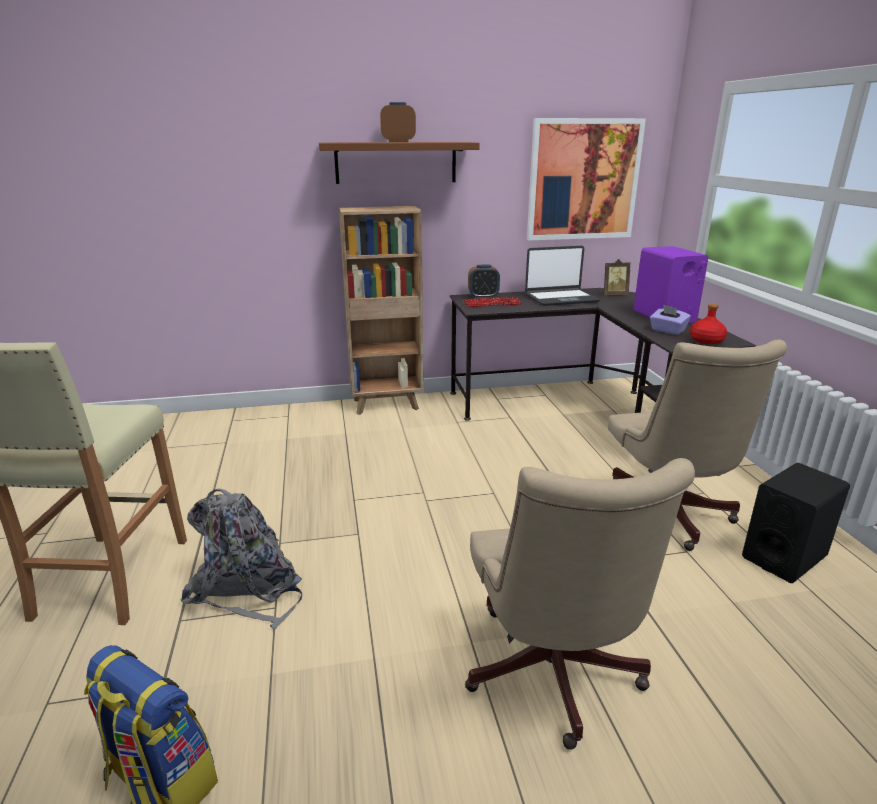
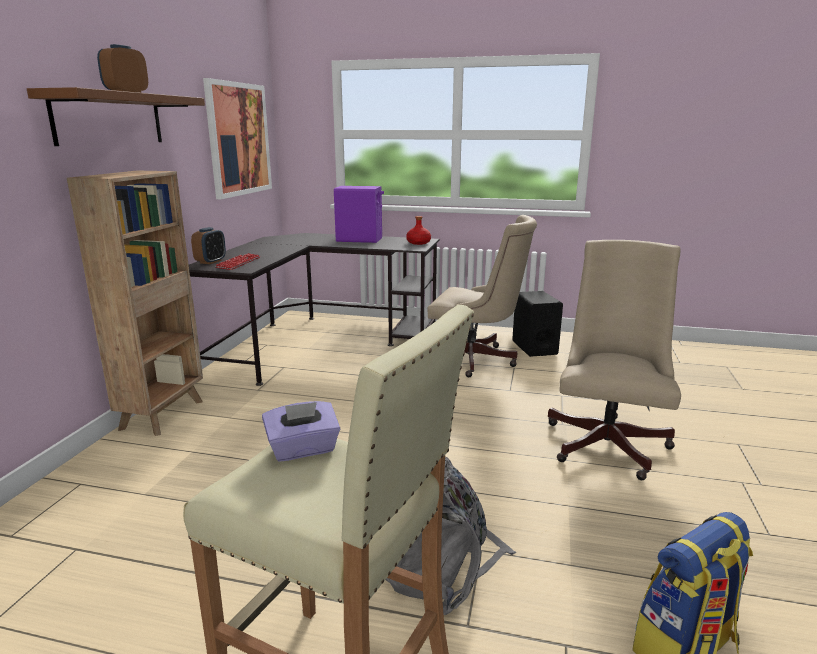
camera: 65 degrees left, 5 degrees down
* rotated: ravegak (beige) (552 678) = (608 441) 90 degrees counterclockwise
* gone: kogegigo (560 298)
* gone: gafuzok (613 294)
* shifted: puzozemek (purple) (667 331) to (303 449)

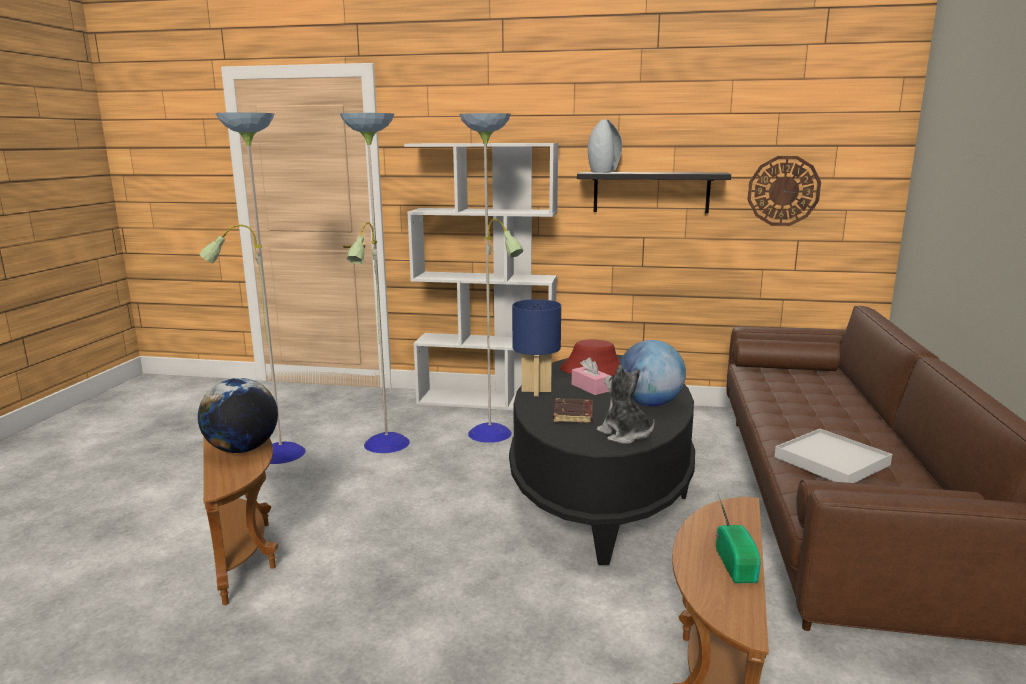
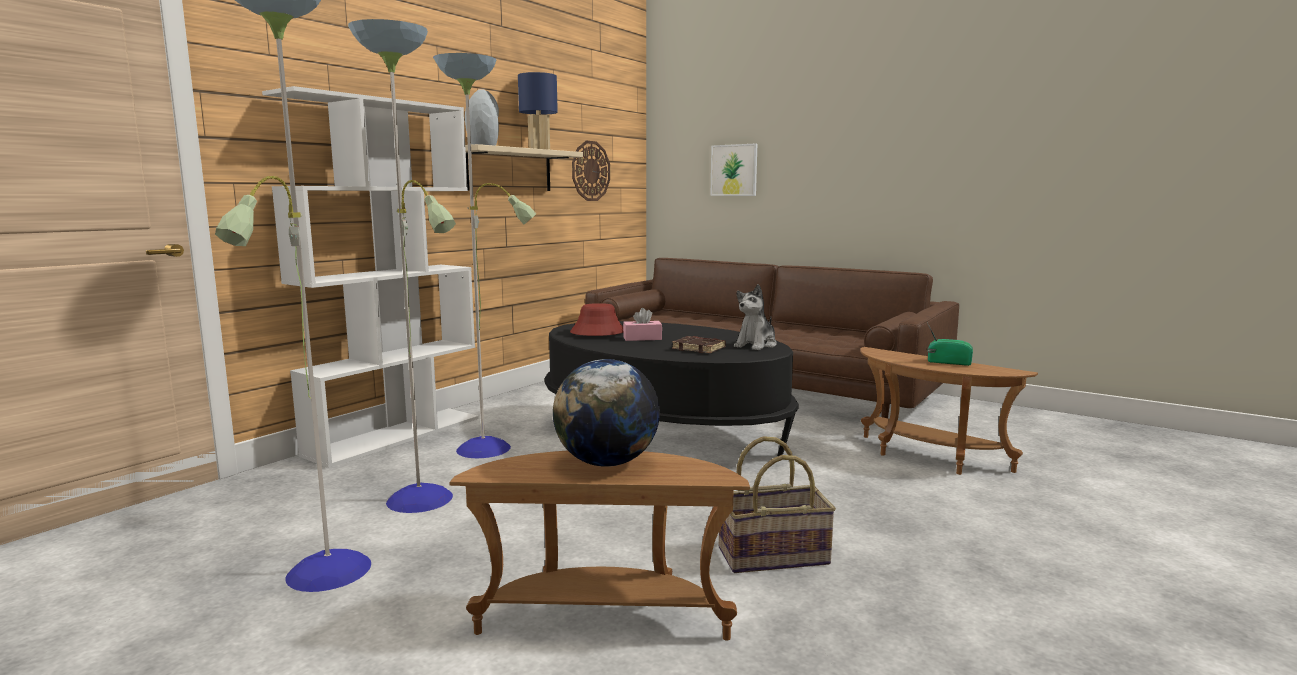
camera: 65 degrees left, 5 degrees down
* shifted: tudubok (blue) (536 391) to (539 149)
* repainted: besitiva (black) (651 192) to besitiva (beige) (509 170)
* rotated: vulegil (625 435) = (756 345) 45 degrees counterclockwise
* gone: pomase (650 404)
* gone: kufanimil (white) (832 461)
* new: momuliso (734 170)
* new: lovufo (773 555)

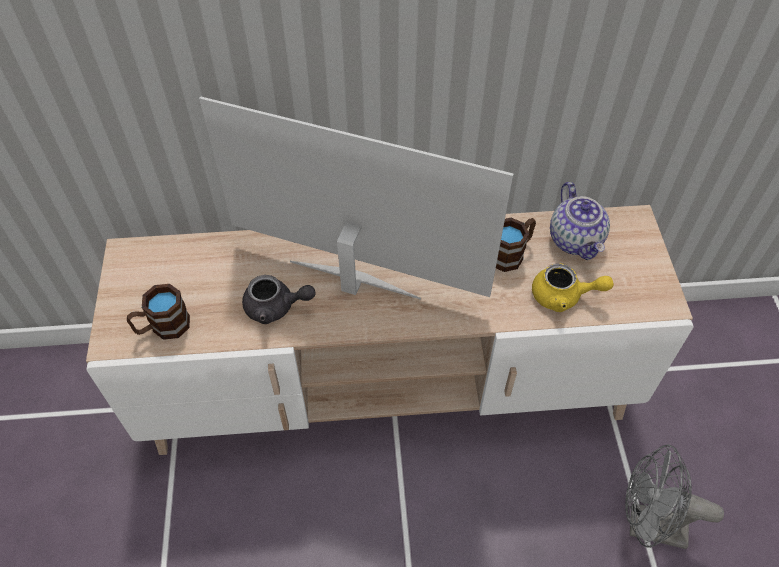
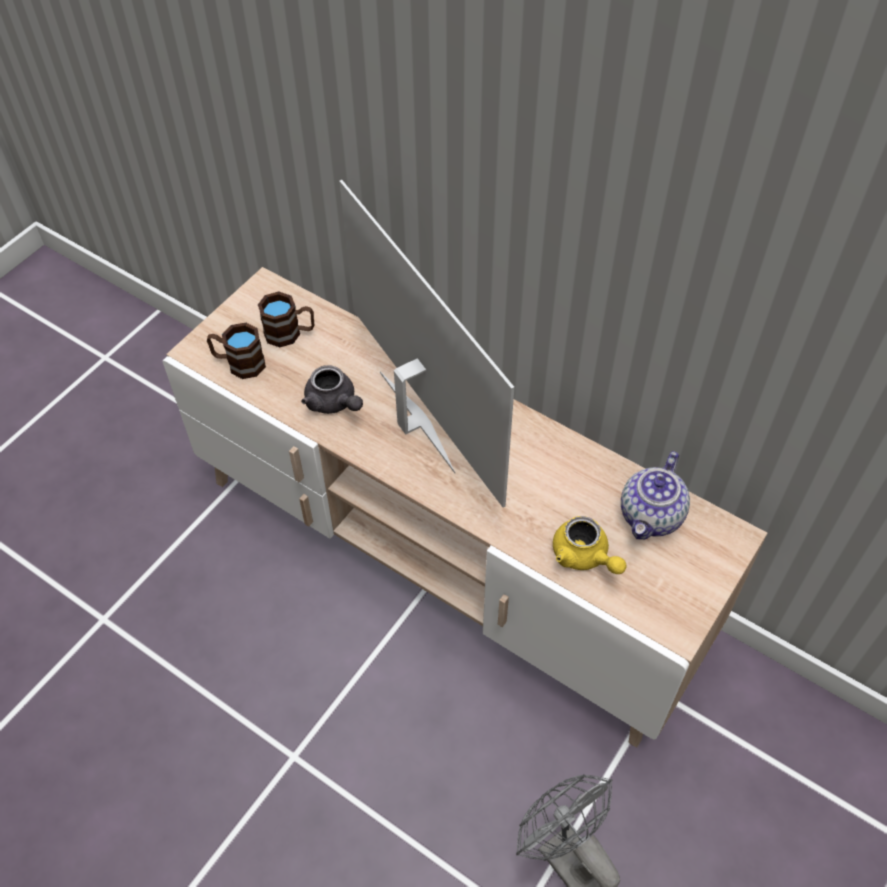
camera: 40 degrees right, 0 degrees up
* shifted: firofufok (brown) (511 253) to (290 333)

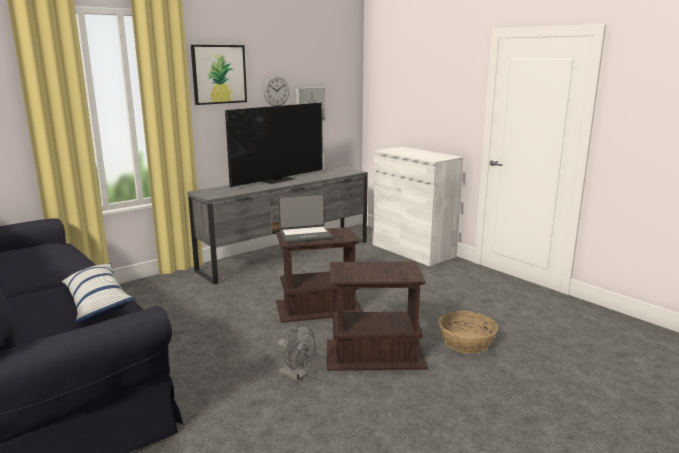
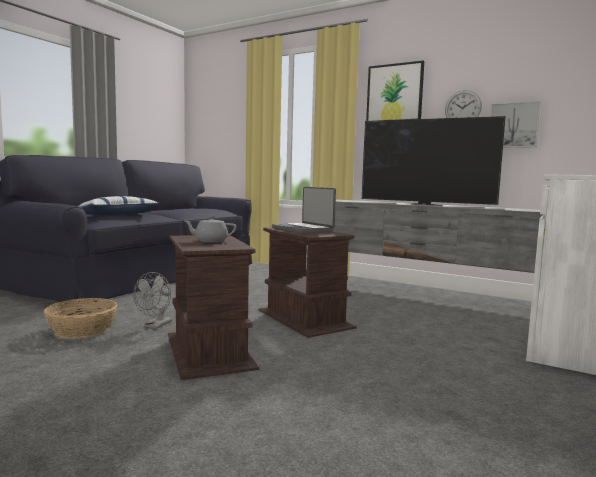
camera: 70 degrees right, 10 degrees down
* shifted: lovufo (466 342) to (83 330)
* new: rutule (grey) (210 241)

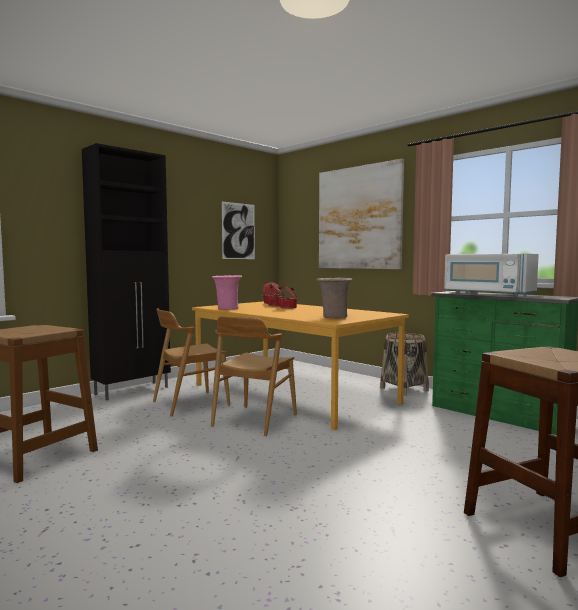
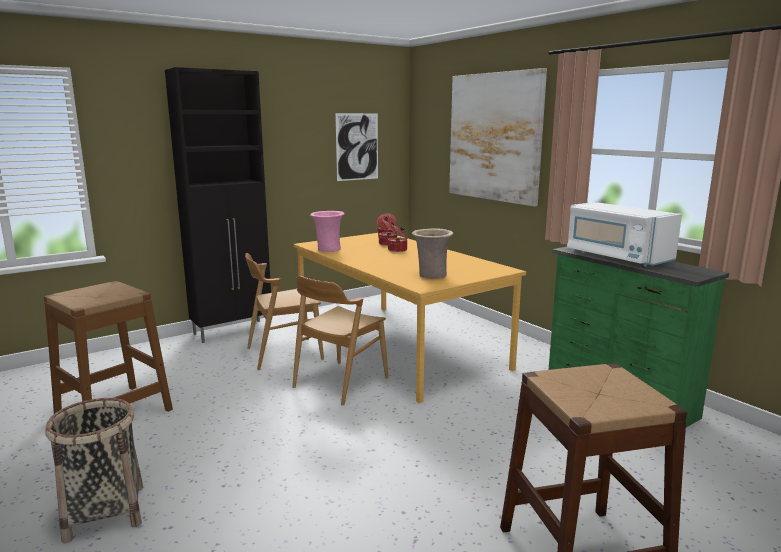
camera: 10 degrees right, 10 degrees up
* shifted: lovufo (404 389) to (105 513)

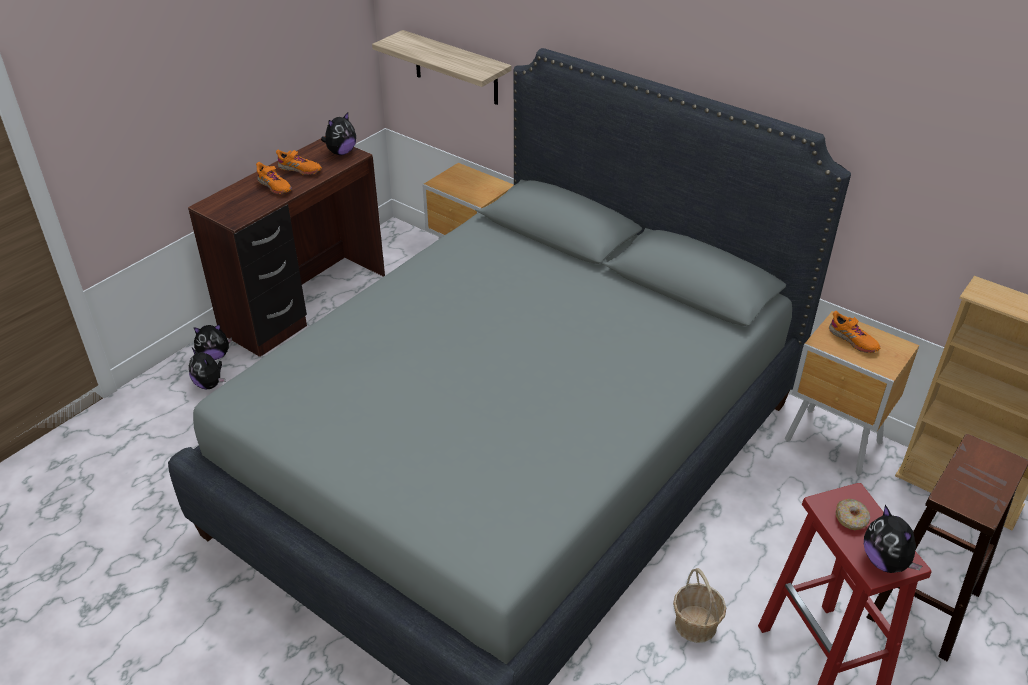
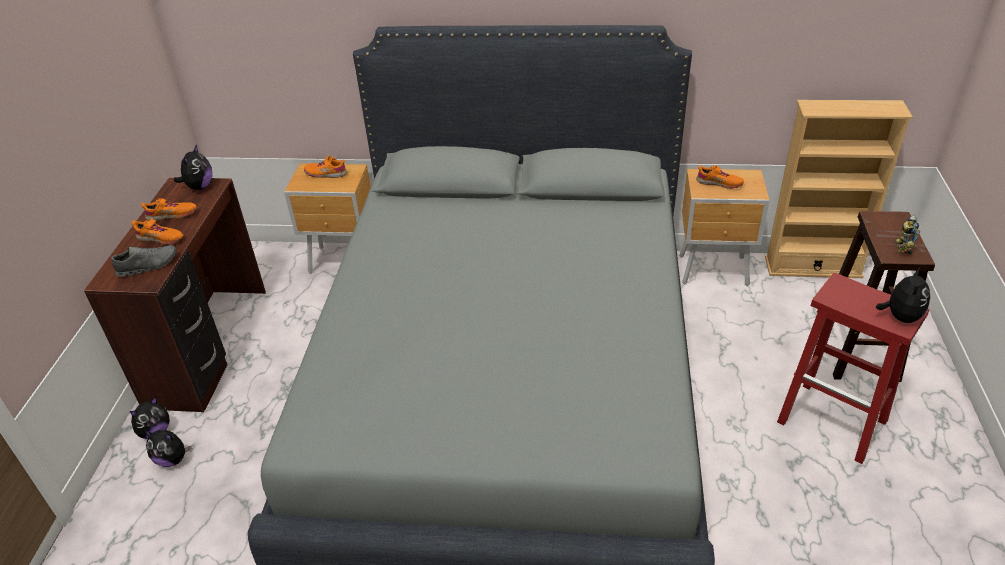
camera: 30 degrees left, 0 degrees up
* gone: besitiva (456 68)
* gone: lovufo (695 625)
* gone: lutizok (851 519)
* rotated: vulegil (885 561) = (900 316) 105 degrees counterclockwise
* new: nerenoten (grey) (147 266)
* new: nerenoten (orange) (326 173)
* new: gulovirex (901 247)

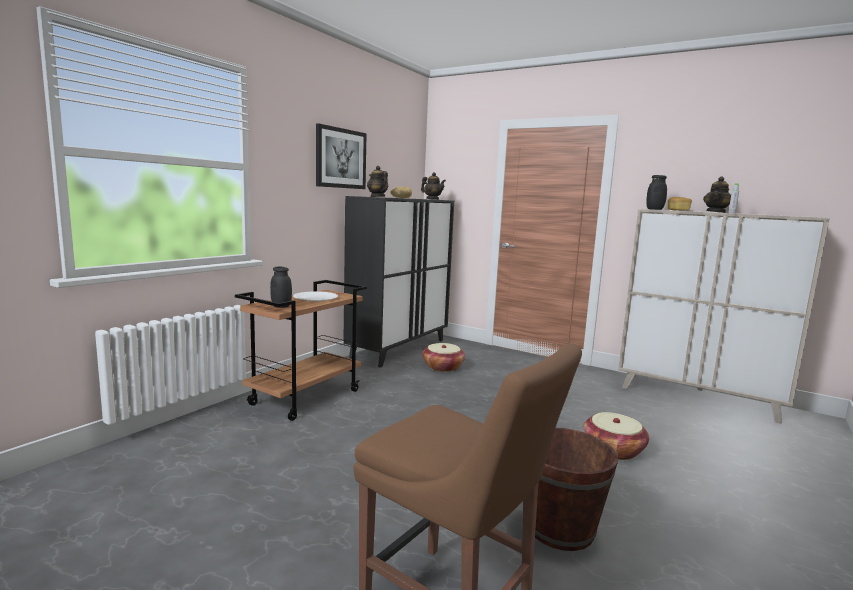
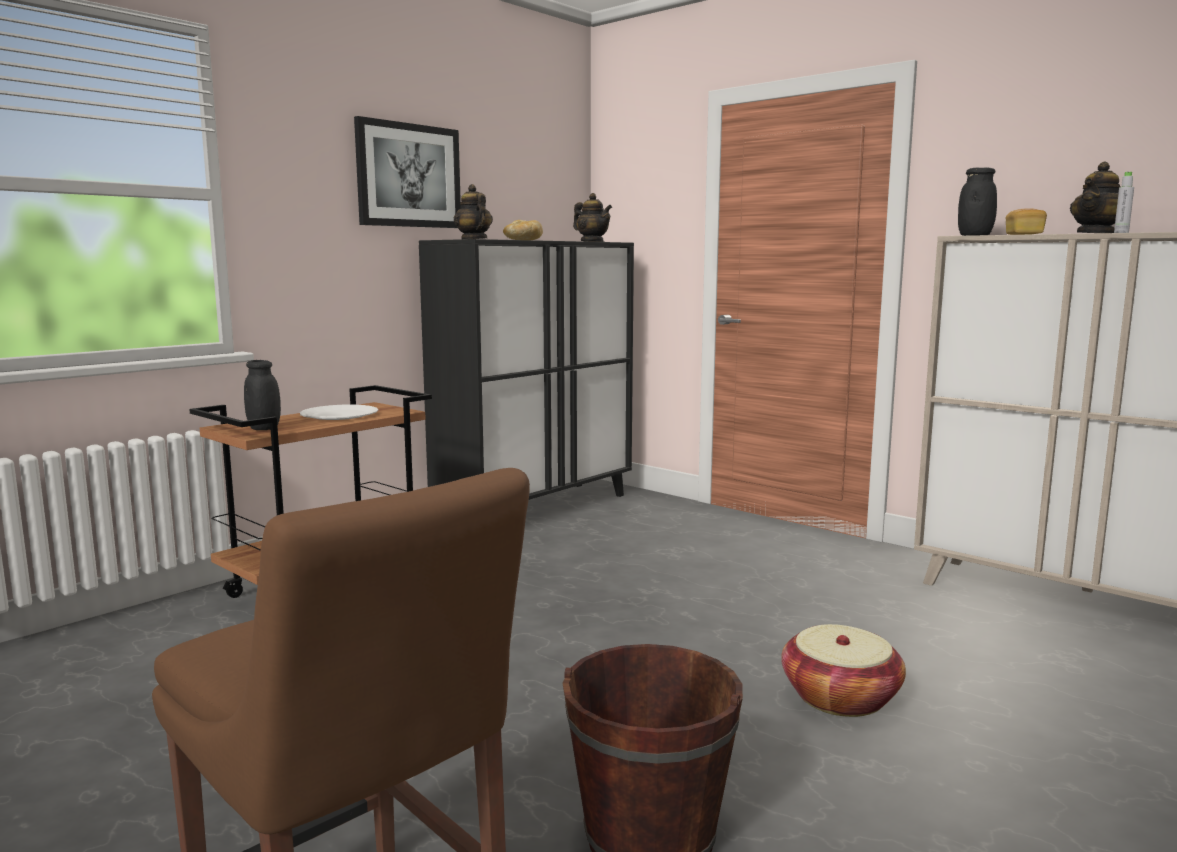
camera: 10 degrees right, 0 degrees up
* gone: lovufo (443 367)

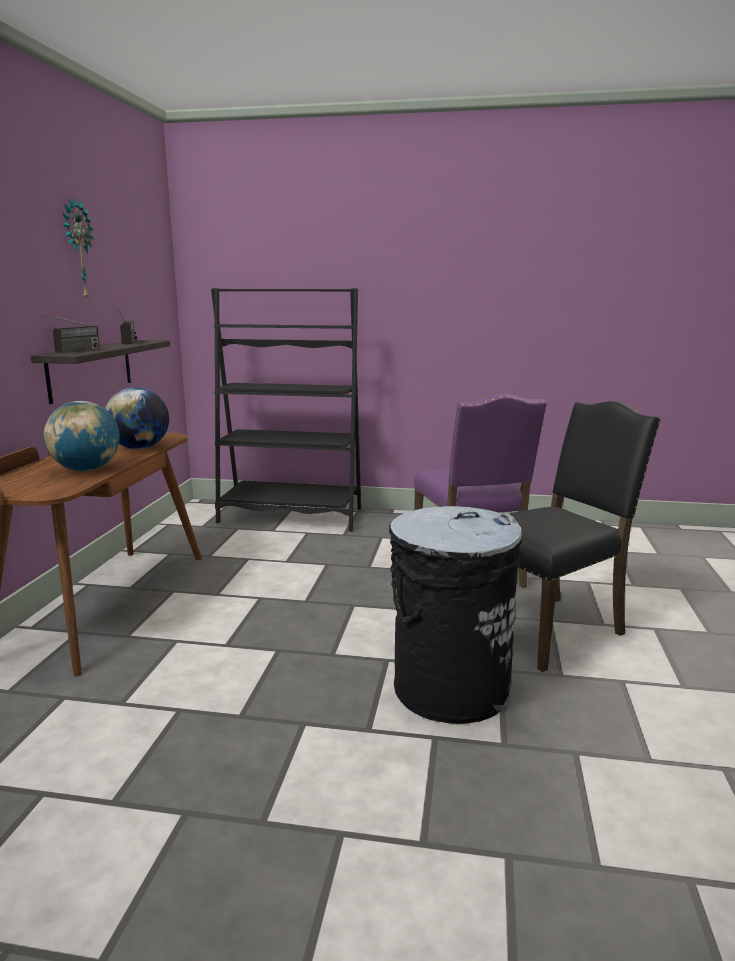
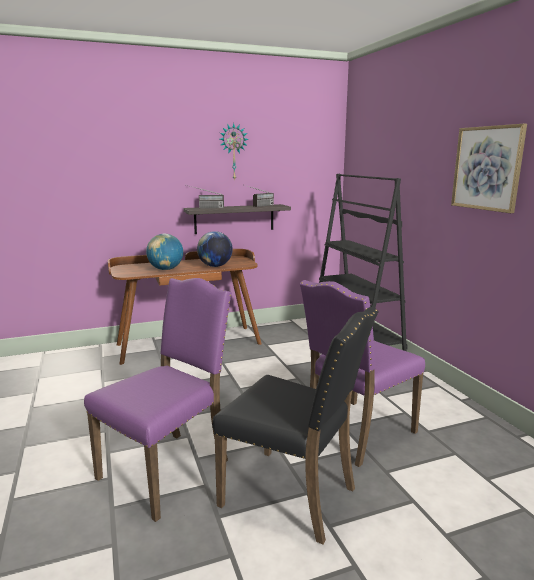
camera: 60 degrees right, 0 degrees up
* swapped: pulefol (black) (449 688) to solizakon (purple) (168 469)
* new: momuliso (487 168)

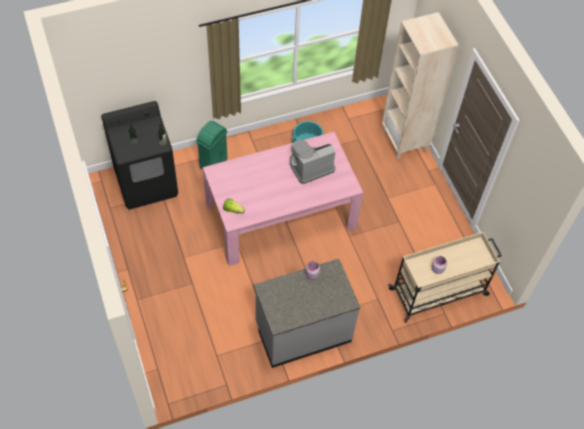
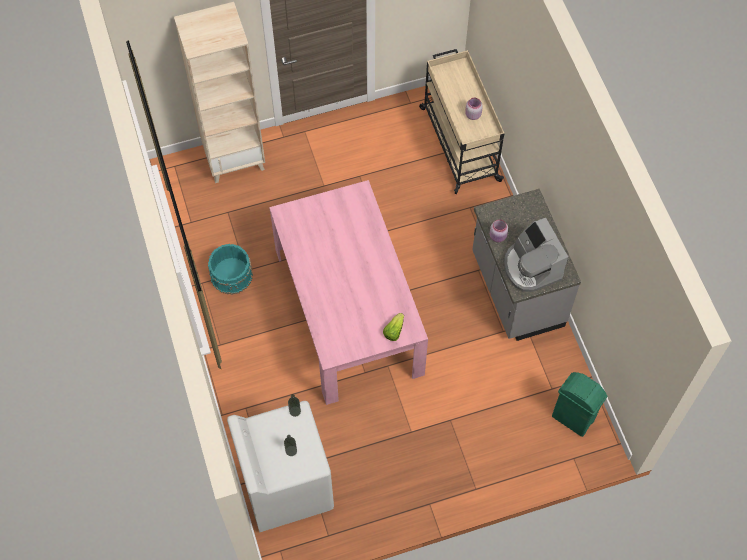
camera: 85 degrees left, 5 degrees up
* repainted: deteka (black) (146 182) to deteka (white) (286 486)
* shifted: pulefol (green) (213 164) to (573 419)
* shifted: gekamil (310 166) to (531 267)

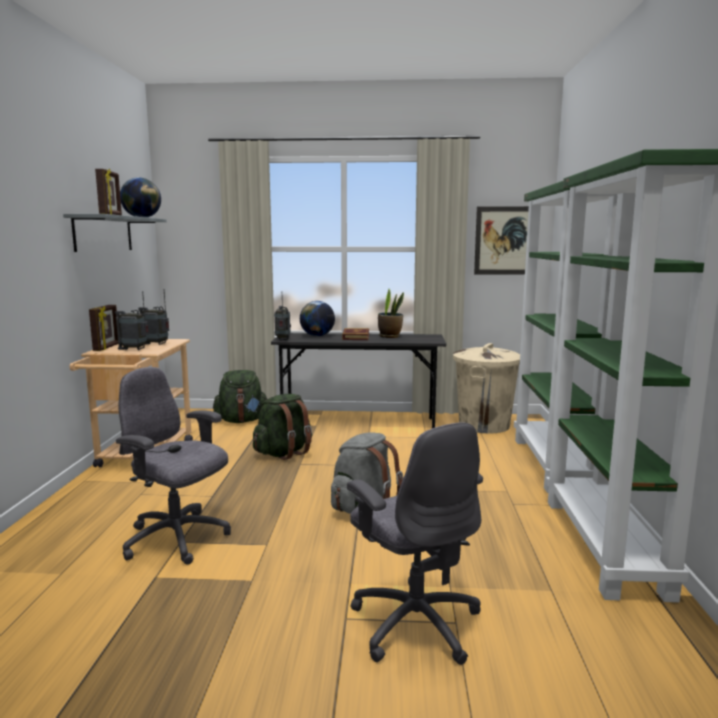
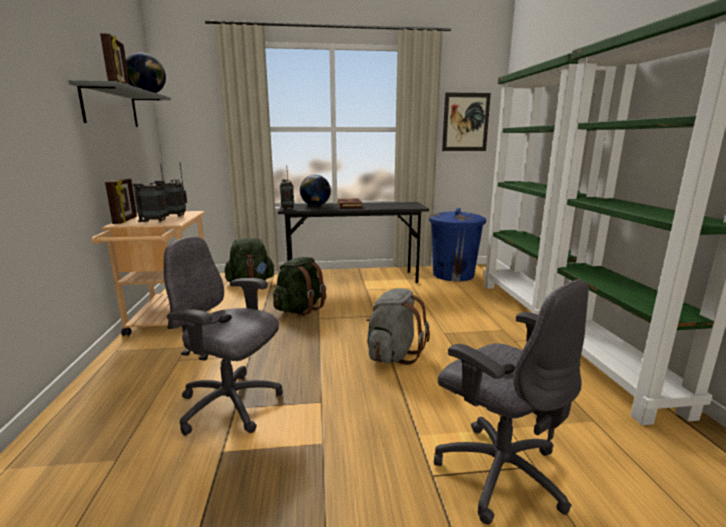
camera: 10 degrees left, 5 degrees up
* gone: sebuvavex (390 336)
* repainted: pulefol (beige) (484 425) to pulefol (blue) (453 274)

